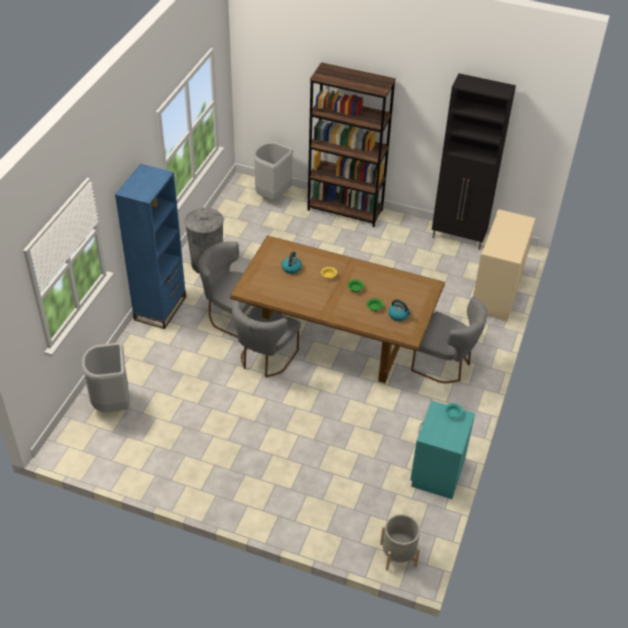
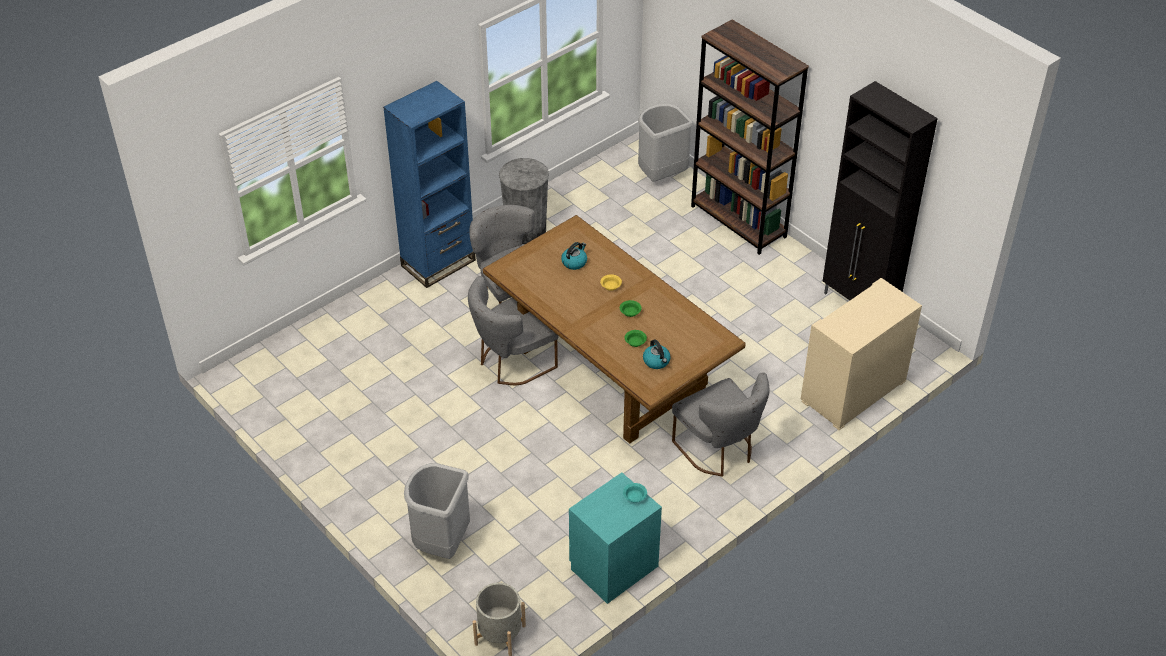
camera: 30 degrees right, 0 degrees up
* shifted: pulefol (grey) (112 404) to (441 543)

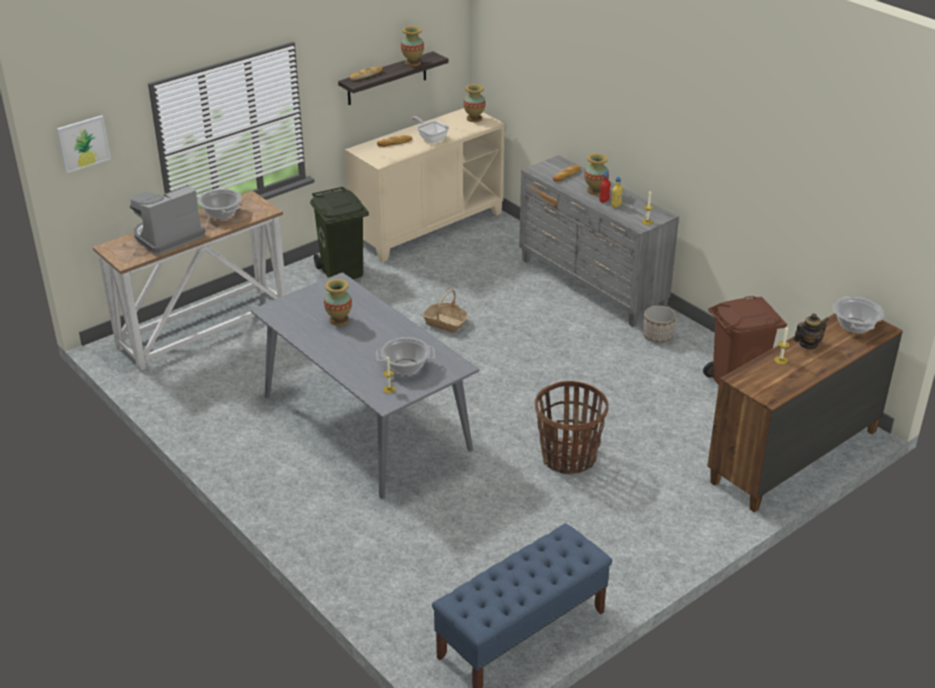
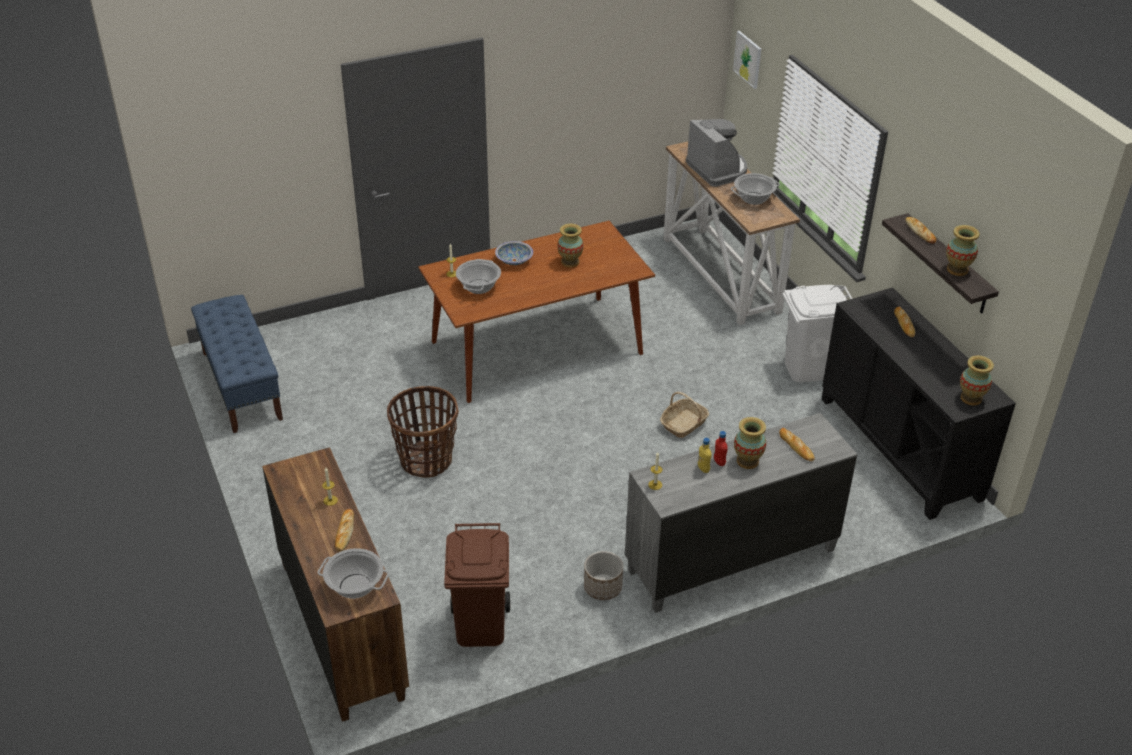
camera: 105 degrees right, 5 degrees up
* repainted: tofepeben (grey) (366 423) to tofepeben (brown) (536 348)
* repainted: pulefol (green) (341 271) to pulefol (white) (807 368)
* repainted: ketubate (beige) (427 226) to ketubate (black) (900 448)
* gone: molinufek (431 138)
* swapped: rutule (808 344) to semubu (344 532)
* new: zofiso (514 260)

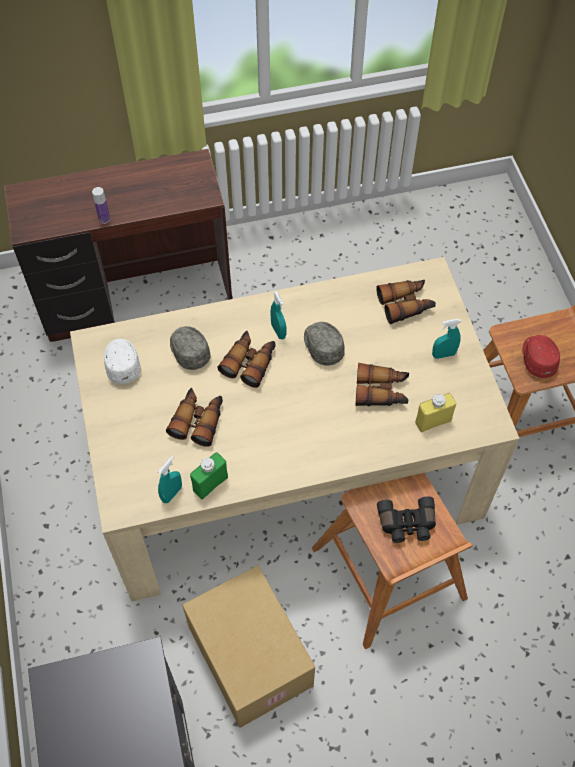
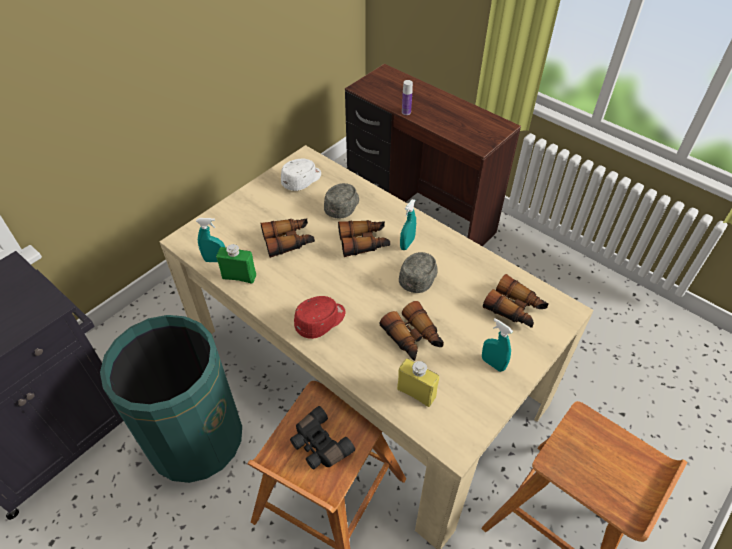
camera: 55 degrees right, 10 degrees down
* swapped: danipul (247 656) to pulefol (green) (196 439)
* shifted: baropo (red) (538 358) to (321 321)

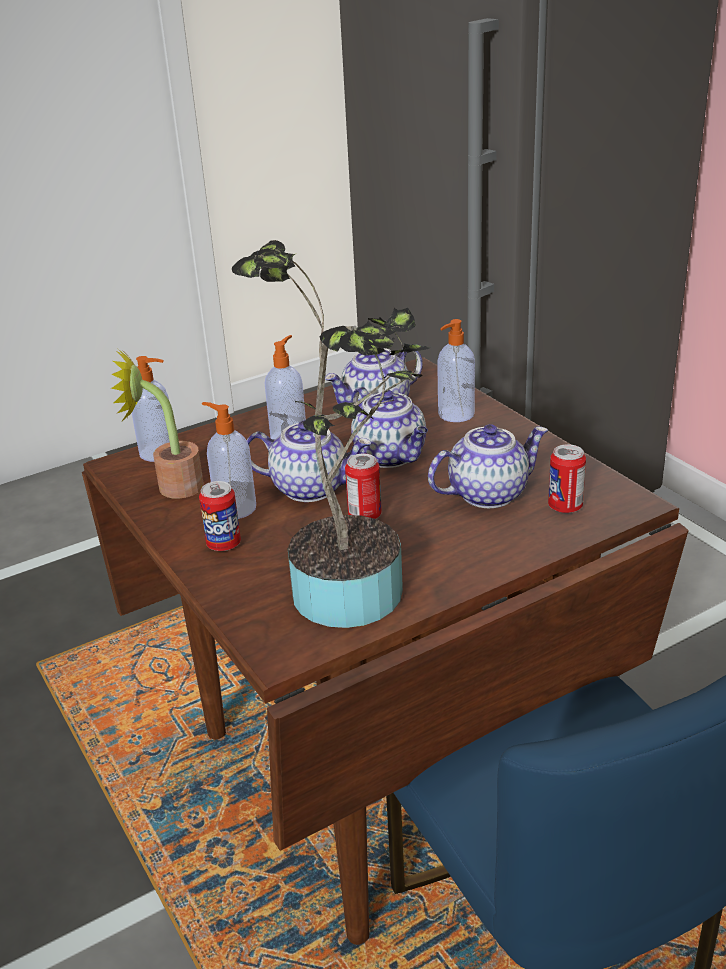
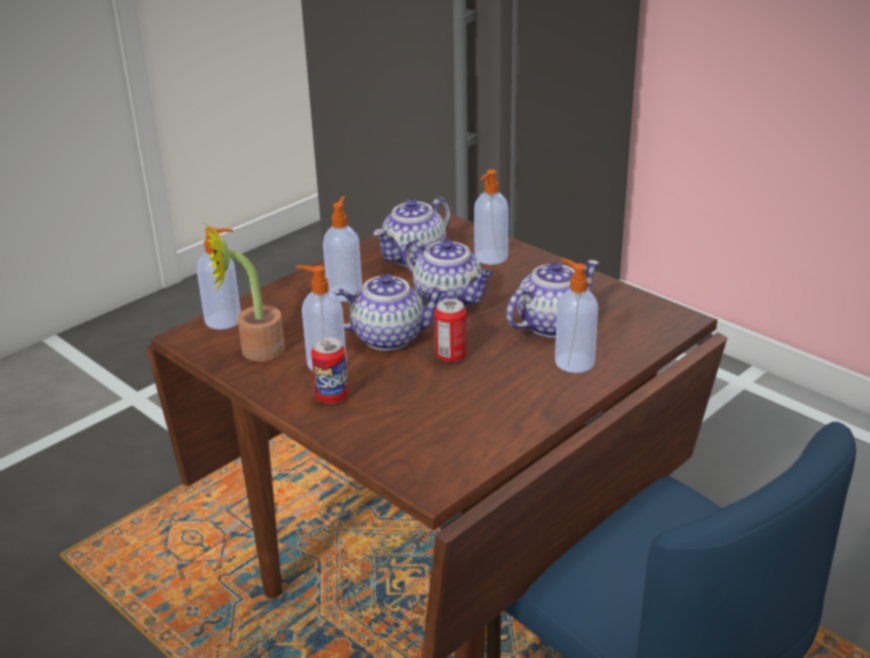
camera: 15 degrees left, 0 degrees up
* gone: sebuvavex (355 584)
* gone: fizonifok (565 507)
* new: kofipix (573 362)

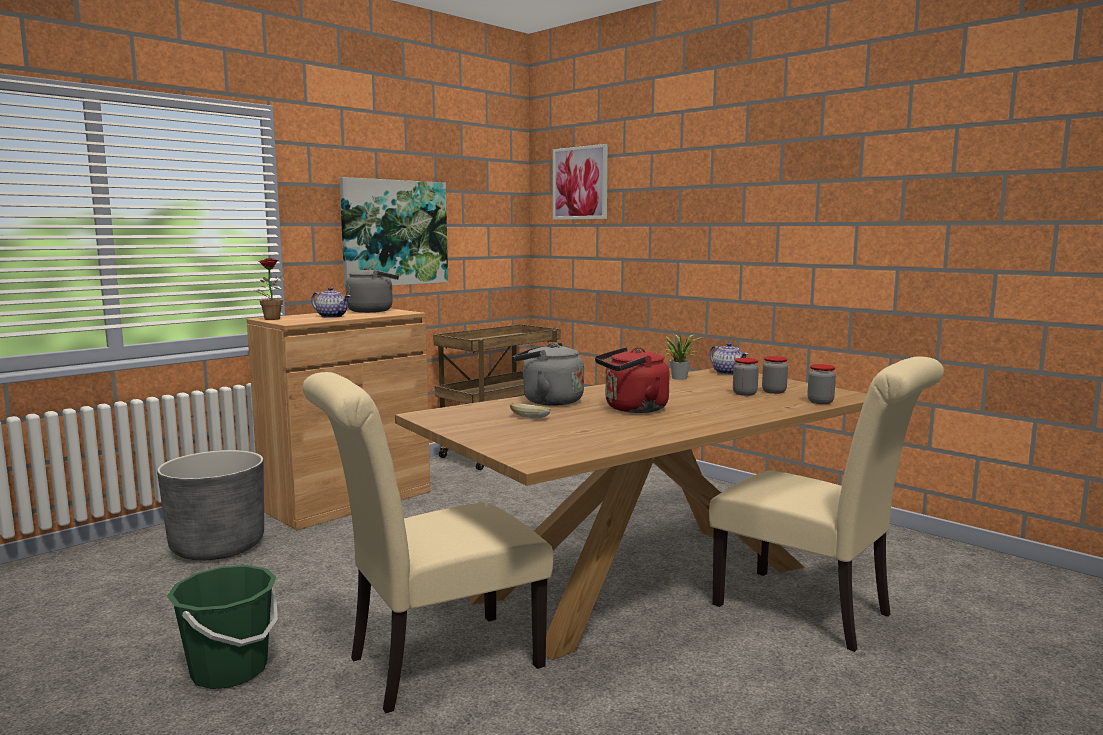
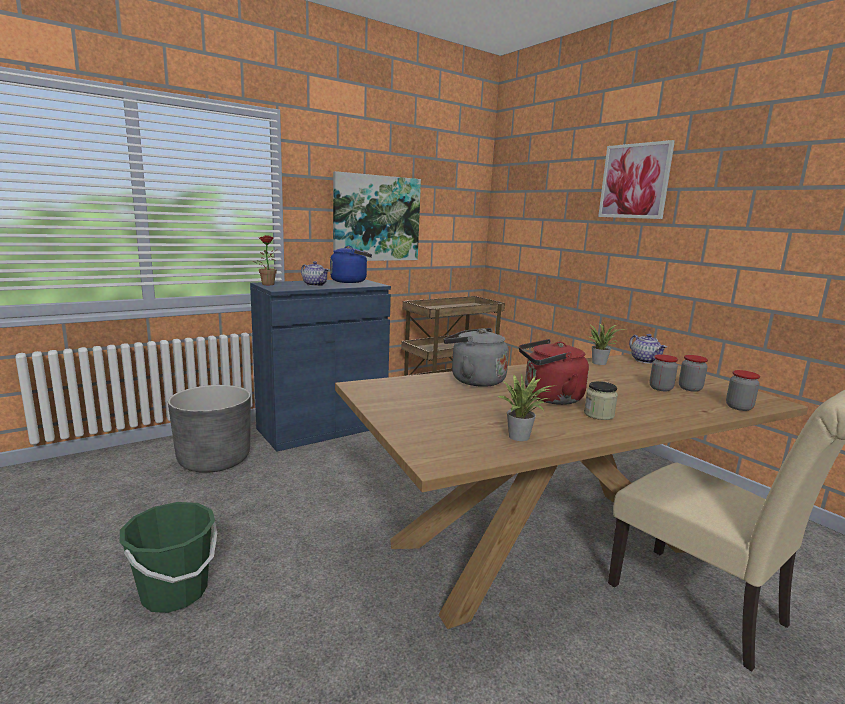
camera: 10 degrees right, 5 degrees up
* repainted: ketubate (brown) (347 500) to ketubate (blue) (322 427)
* gone: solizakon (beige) (433 664)
* repainted: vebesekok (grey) (373 311) to vebesekok (blue) (351 281)
* gone: semubu (530 417)
* shifted: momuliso (580 183) to (634 181)
* new: sebuvavex (521 437)
* new: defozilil (599 414)

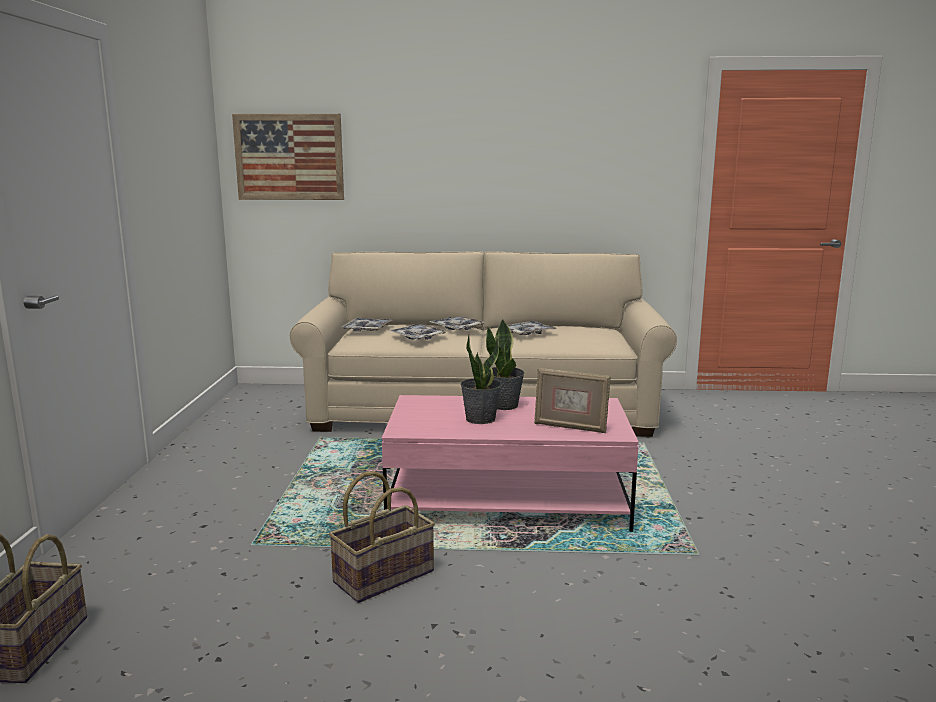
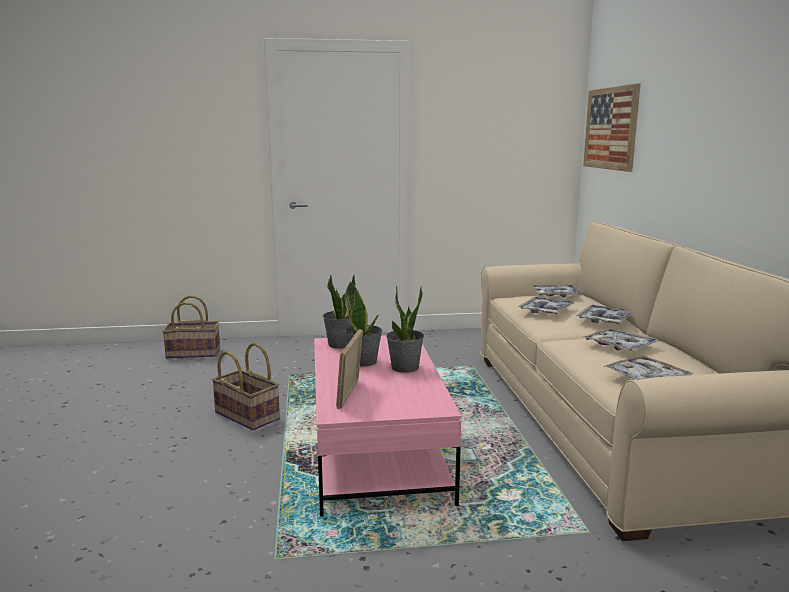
camera: 80 degrees right, 0 degrees up
* new: sebuvavex (340 344)
* new: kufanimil (646 378)

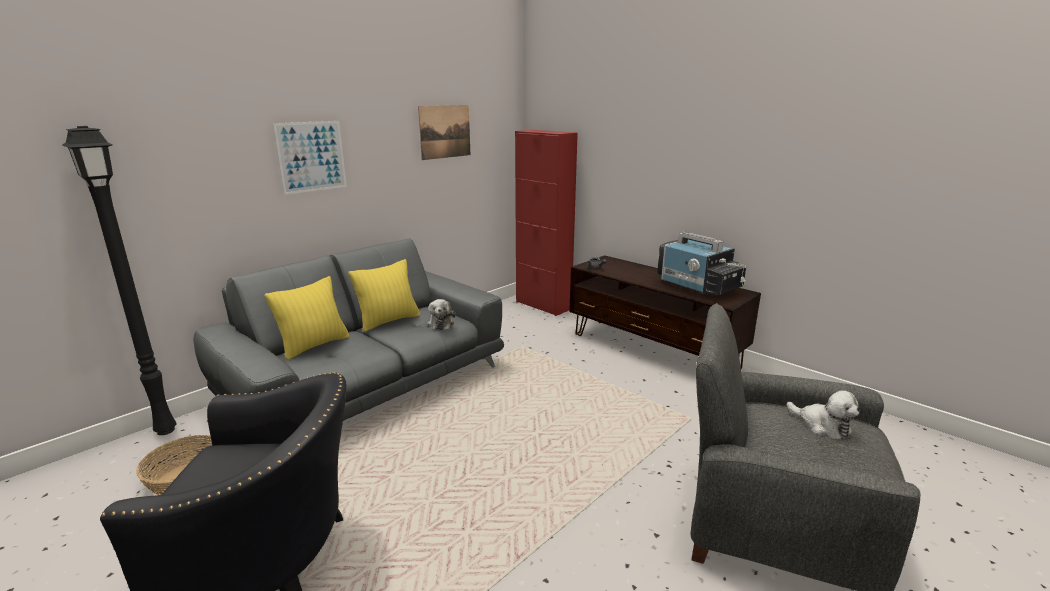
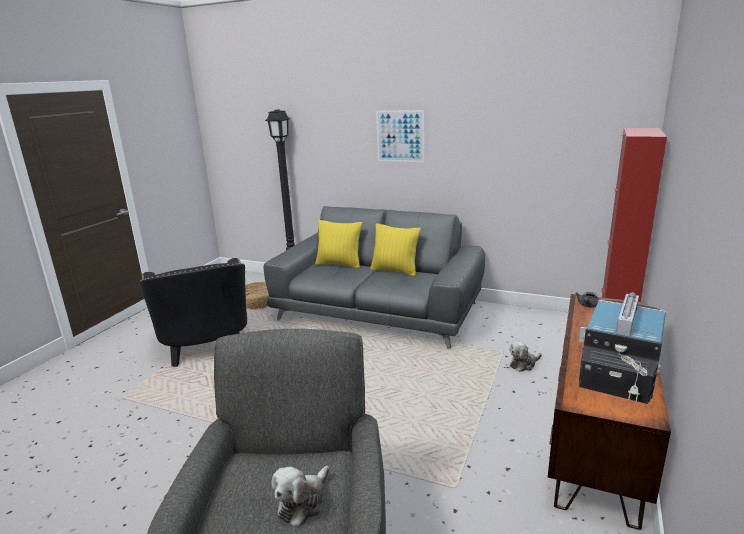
camera: 70 degrees right, 0 degrees up
* gone: momuliso (445 132)
* shifted: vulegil (440 323) to (523 364)

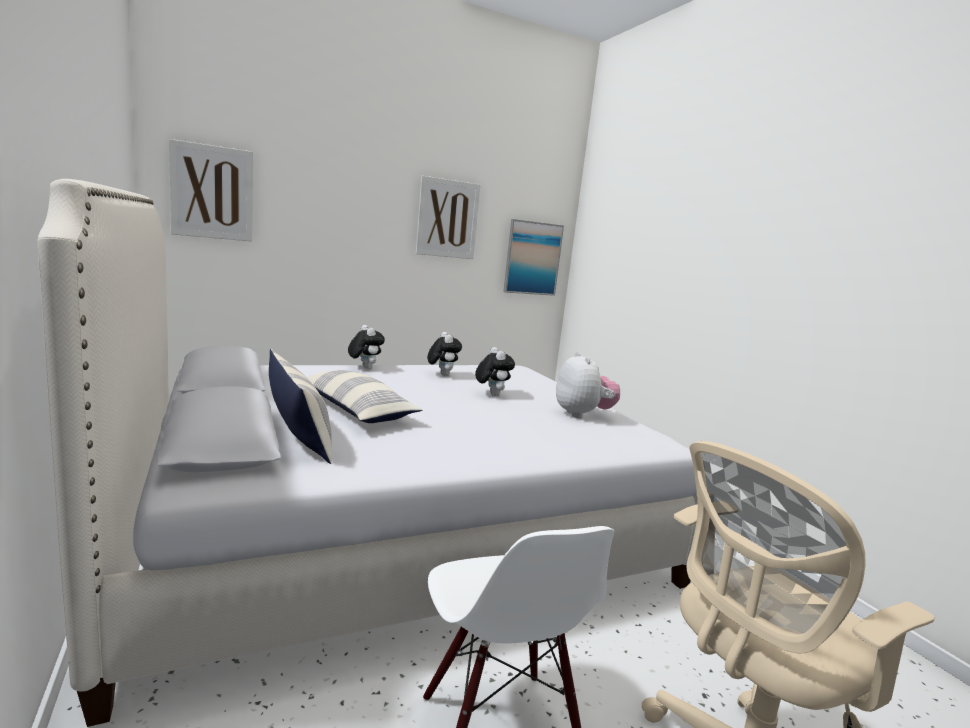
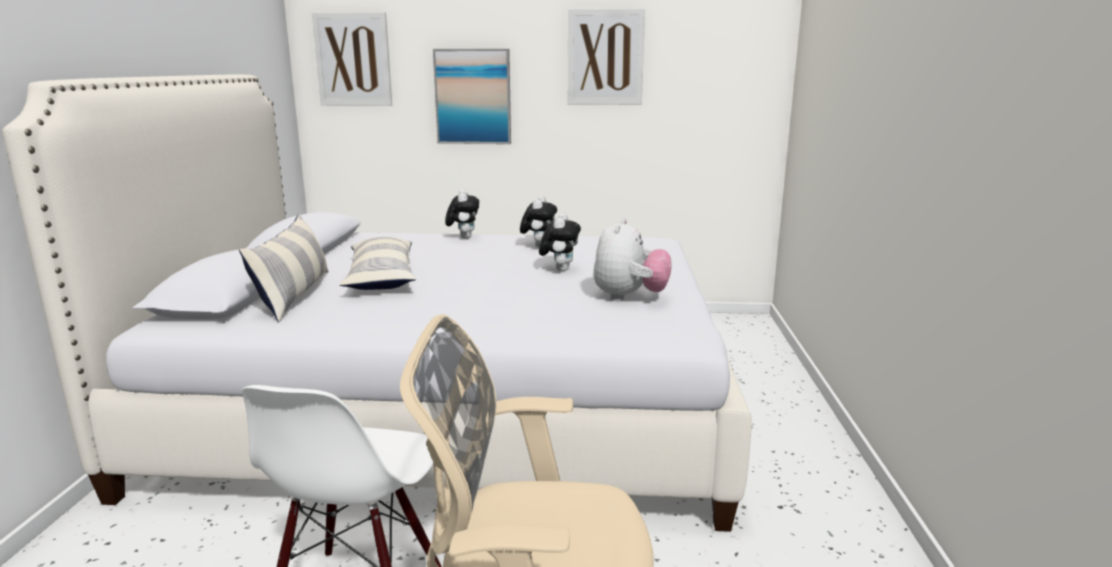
camera: 30 degrees right, 5 degrees up
* shifted: momuliso (532 258) to (473 97)

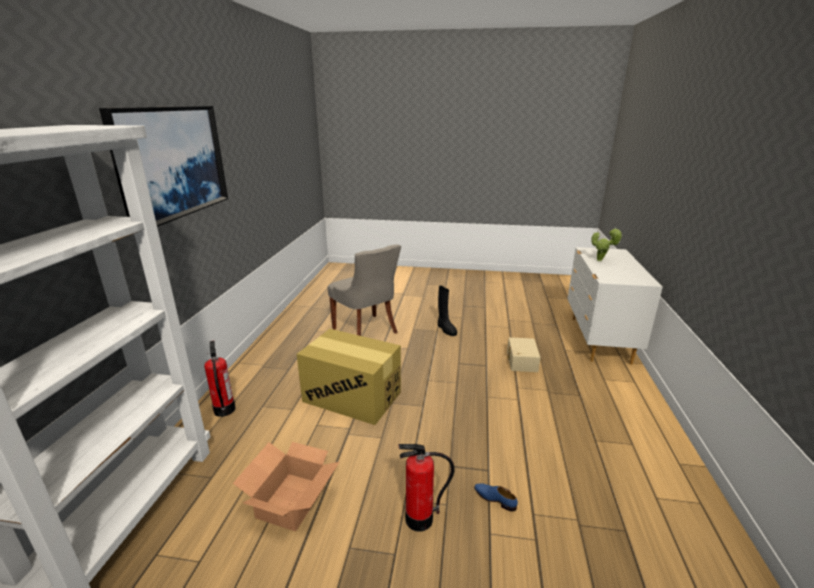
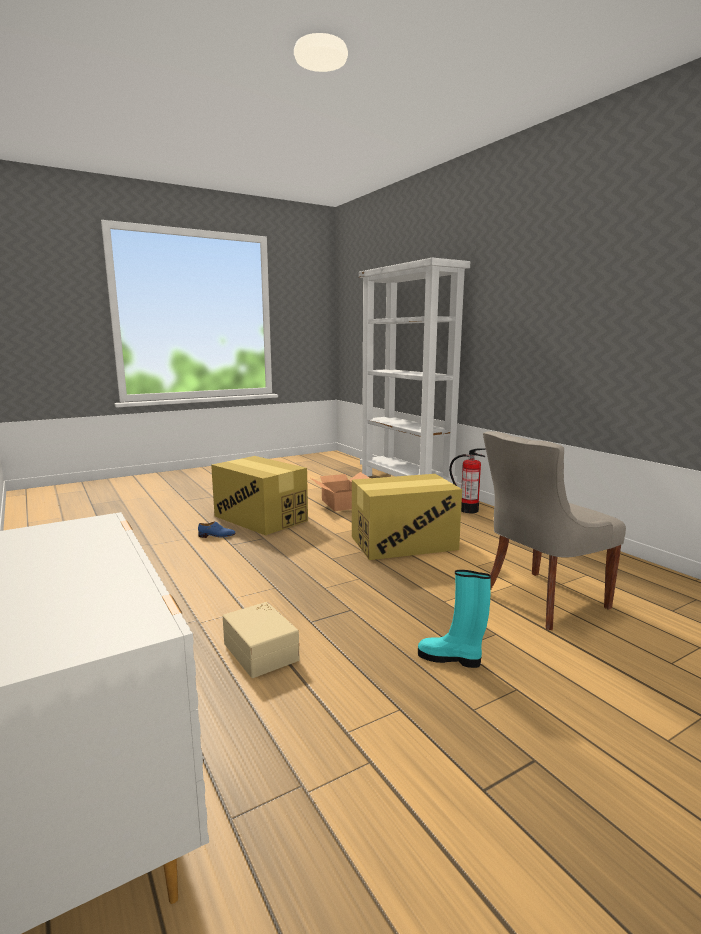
camera: 140 degrees right, 10 degrees down
* gone: momuliso (172 162)
* rotated: solizakon (grey) (366 331) = (540 600) 45 degrees counterclockwise
* swapped: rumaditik (419 519) to danipul (260 518)
* repainted: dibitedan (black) (446 329) to dibitedan (turquoise) (451 658)
* gone: sebuvavex (601 260)

